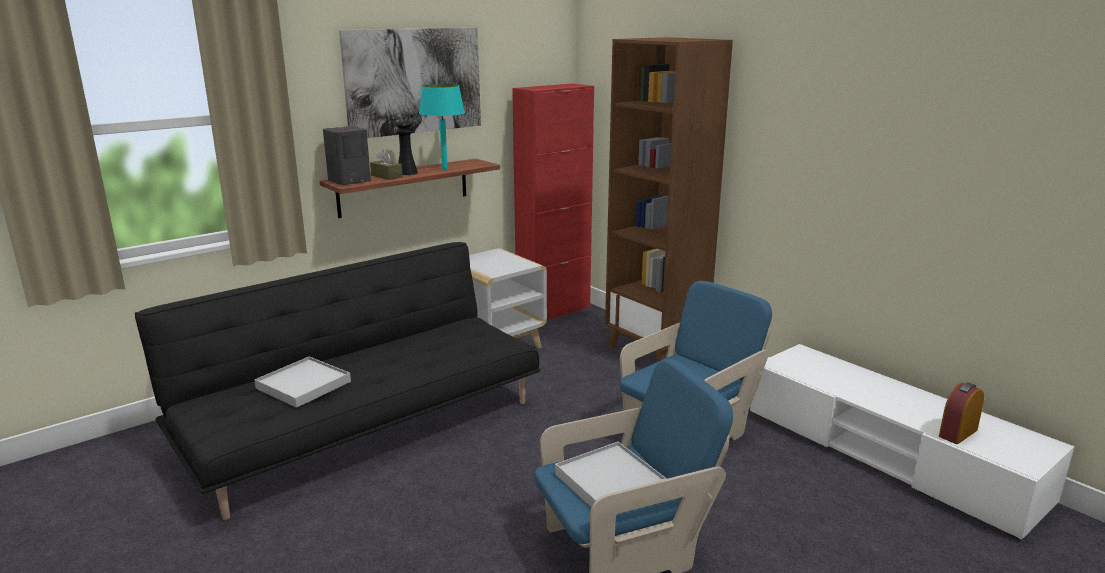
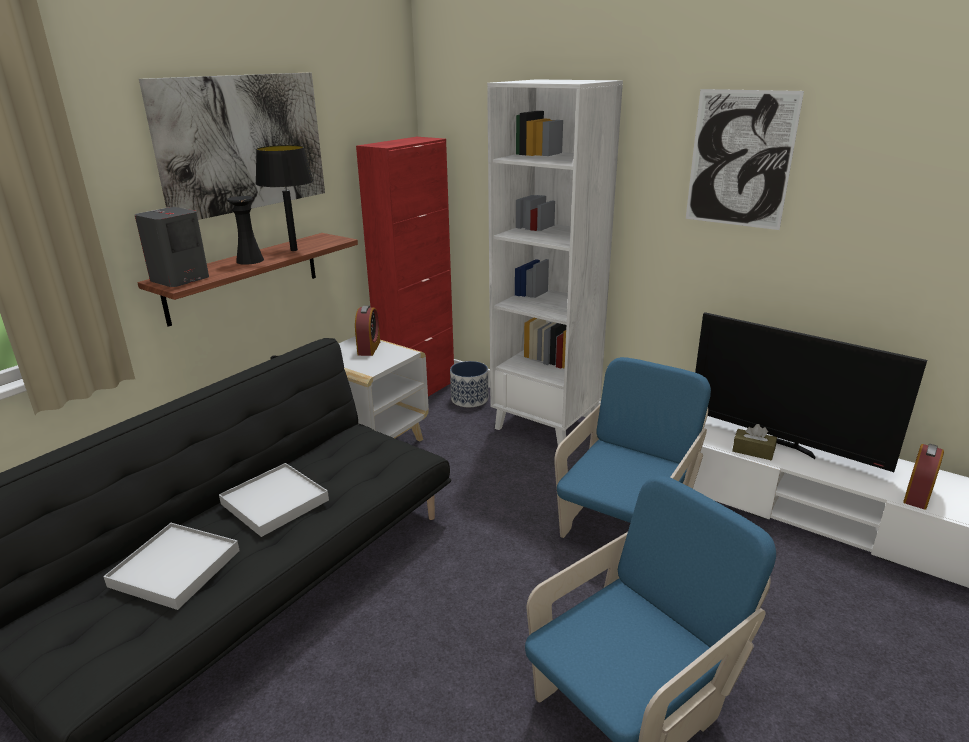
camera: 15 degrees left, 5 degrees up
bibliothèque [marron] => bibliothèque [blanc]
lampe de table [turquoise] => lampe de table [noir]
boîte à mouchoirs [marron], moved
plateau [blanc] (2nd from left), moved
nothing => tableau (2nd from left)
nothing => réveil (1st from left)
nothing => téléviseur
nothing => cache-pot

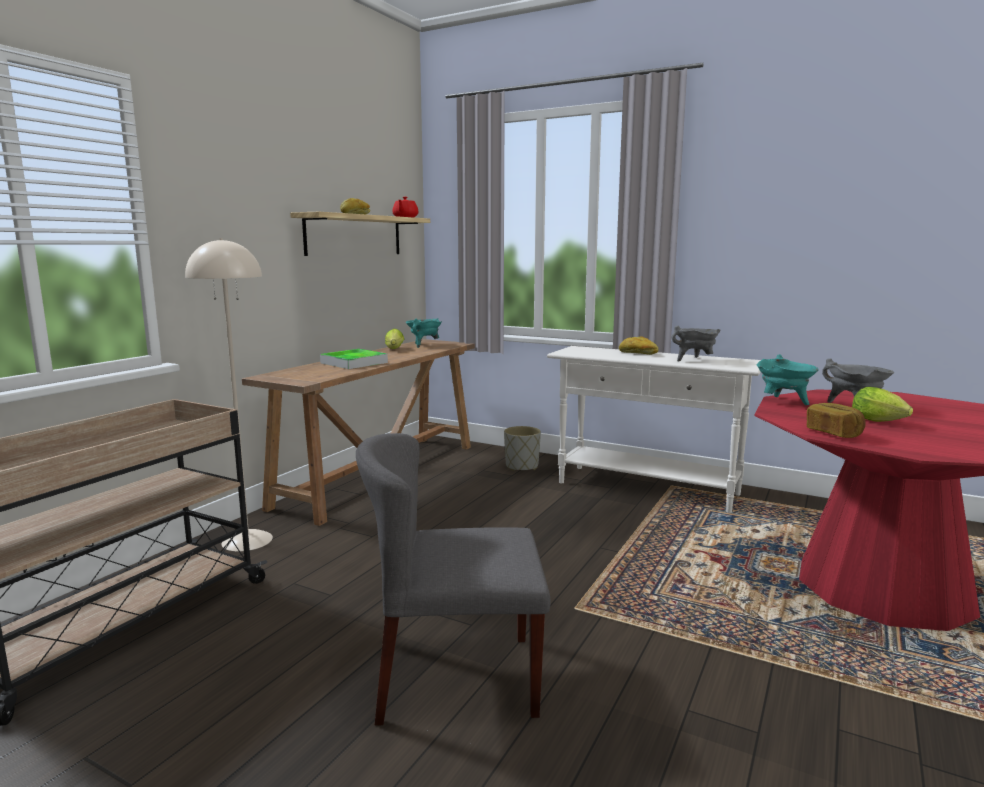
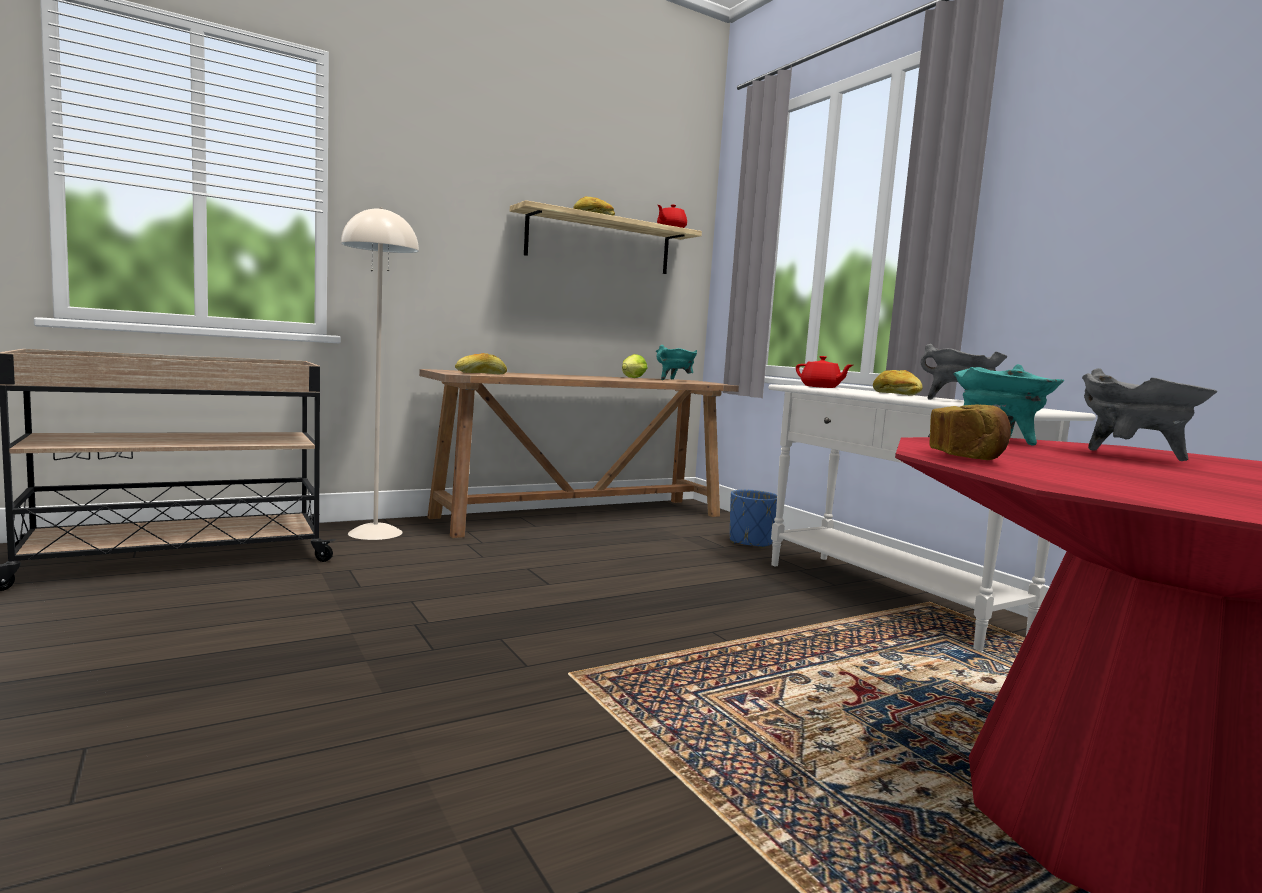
camera: 30 degrees right, 5 degrees down
plateau => nothing
laitue (2nd from left) => nothing
cache-pot [gris] => cache-pot [bleu]
chaise [gris] => nothing
nothing => pain (1st from left)
nothing => théière [rouge] (2nd from left)

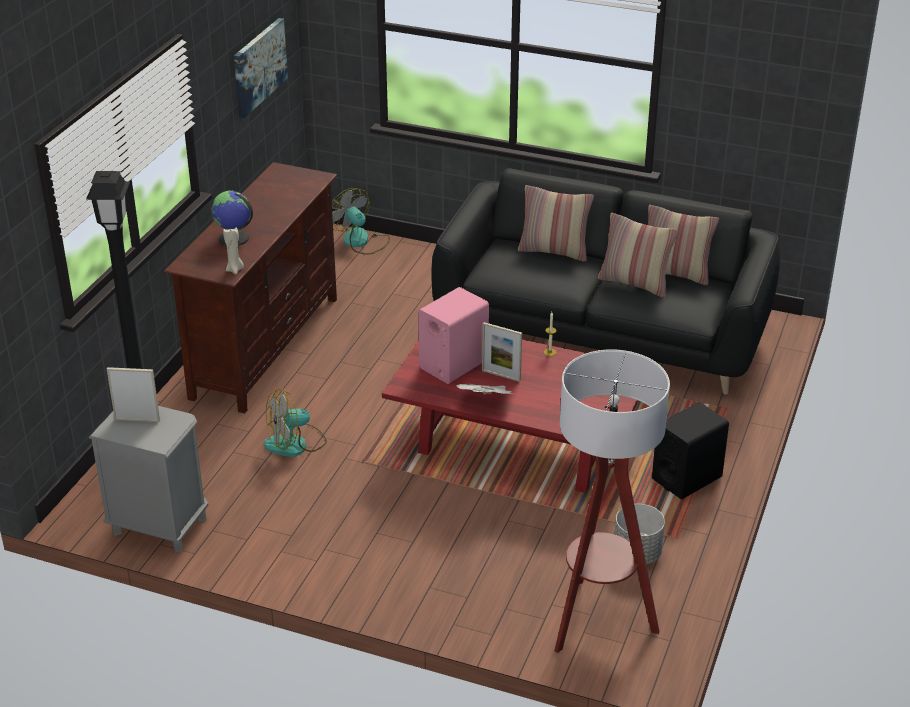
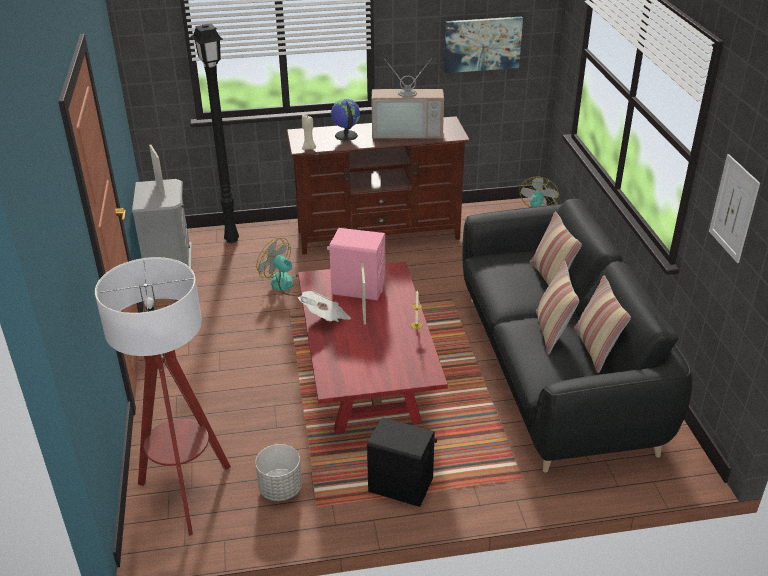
camera: 60 degrees right, 0 degrees up
nothing => téléviseur
nothing => tableau (2nd from left)

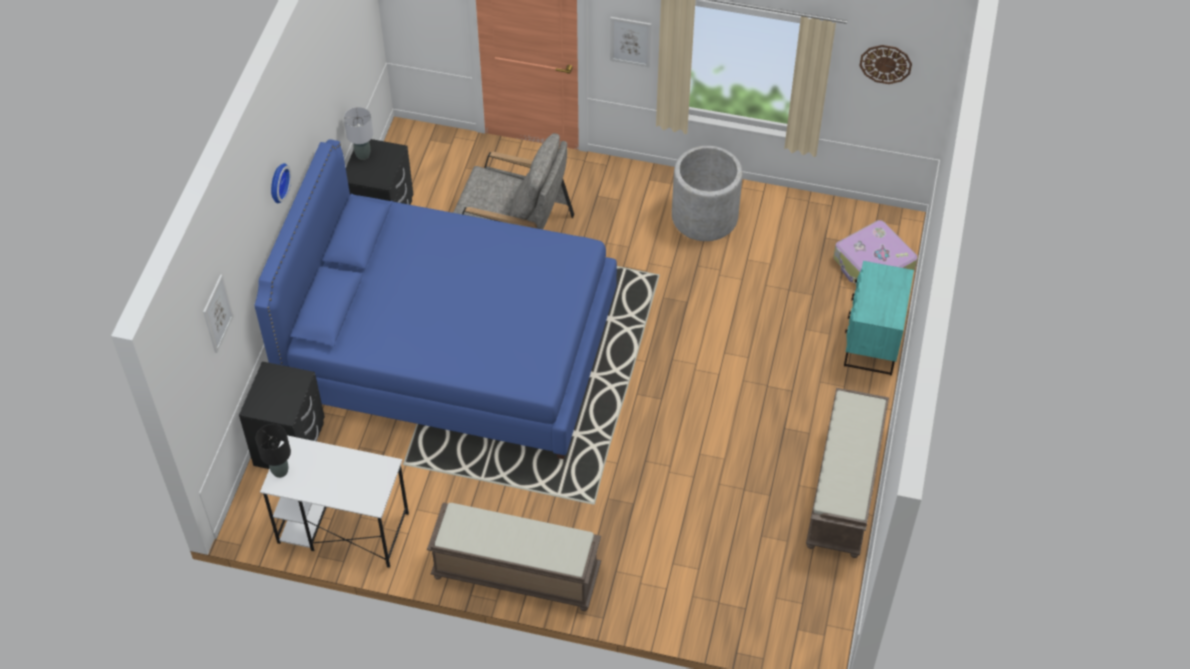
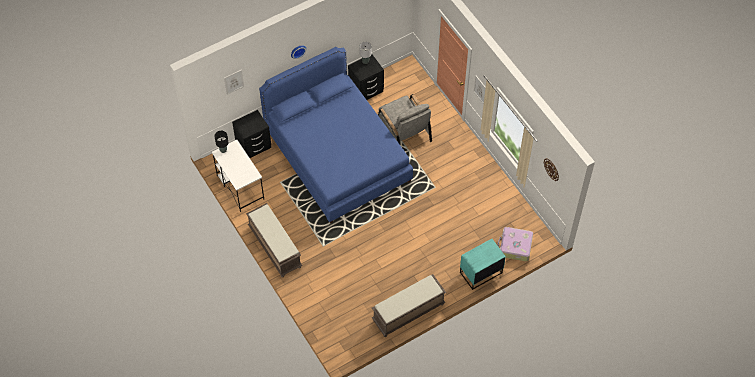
camera: 45 degrees right, 5 degrees up
cache-pot [gris] => nothing

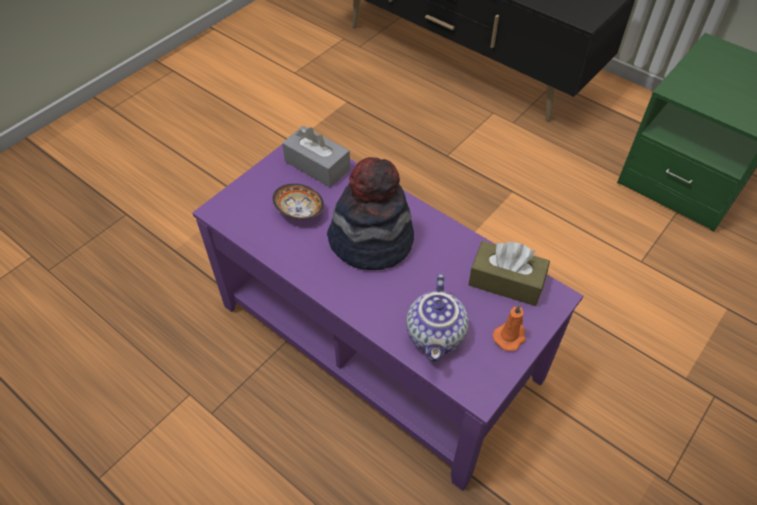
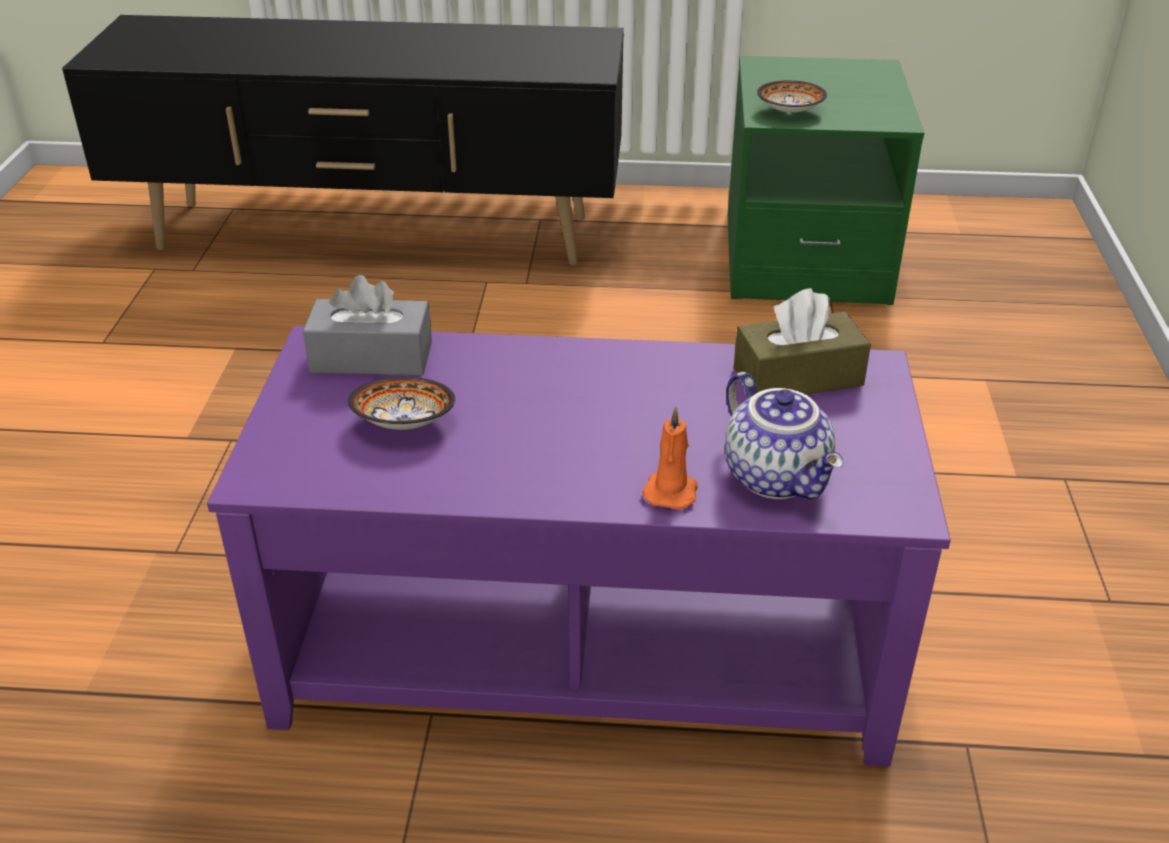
camera: 35 degrees left, 15 degrees down
chapeau => nothing
bougie [orange], moved
nothing => bol (2nd from left)

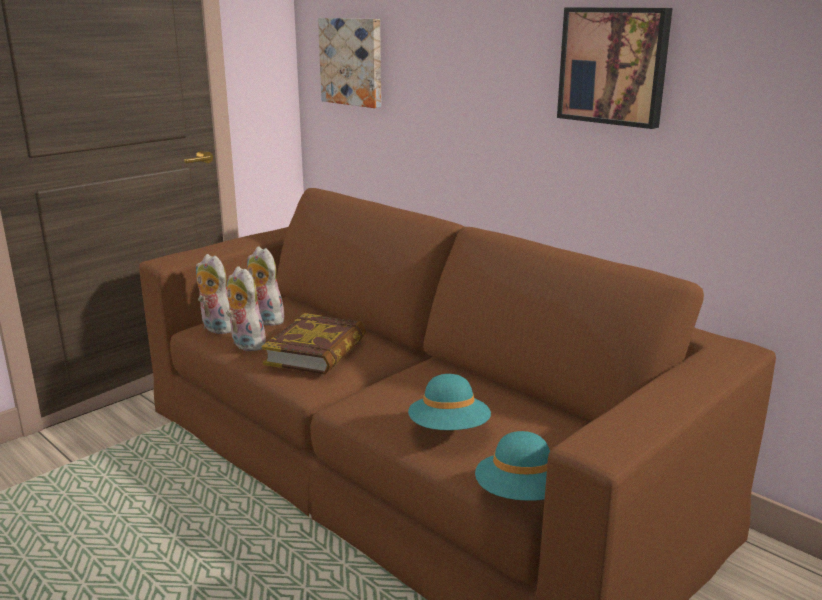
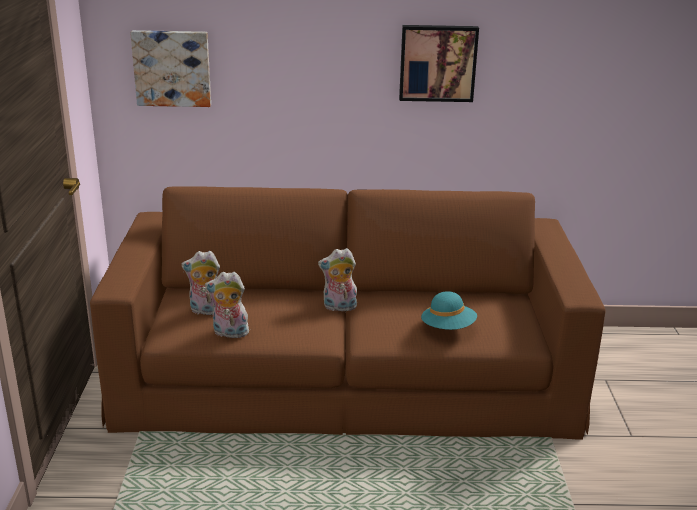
camera: 45 degrees left, 5 degrees up
peluche (1st from left in the first image) => peluche (3rd from left), moved
livre => nothing
chapeau [turquoise] (2nd from left) => nothing

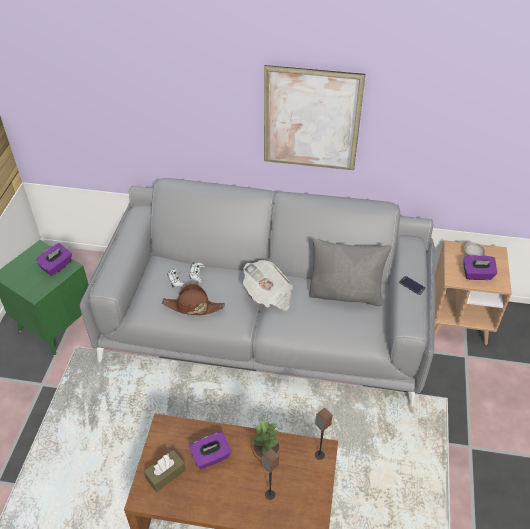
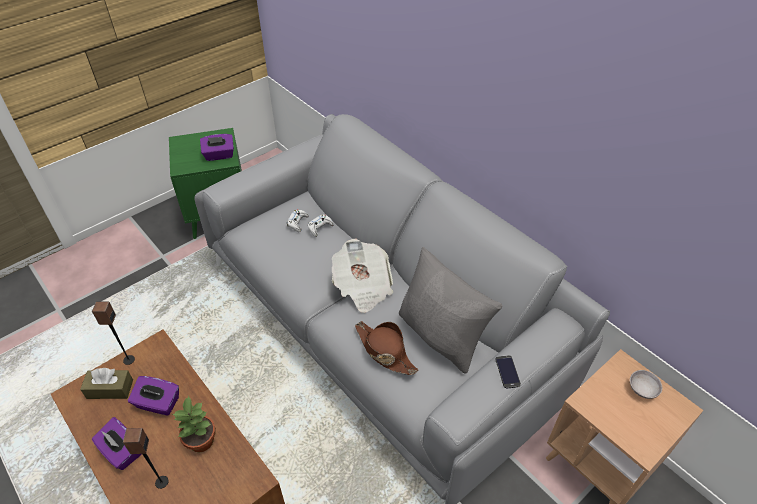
camera: 40 degrees right, 0 degrees up
tableau => nothing
boîte à mouchoirs [violet] (3rd from left in the first image) => boîte à mouchoirs [violet] (1st from left), moved
chapeau [marron], moved
enceinte (2nd from left in the first image) => enceinte (1st from left), moved

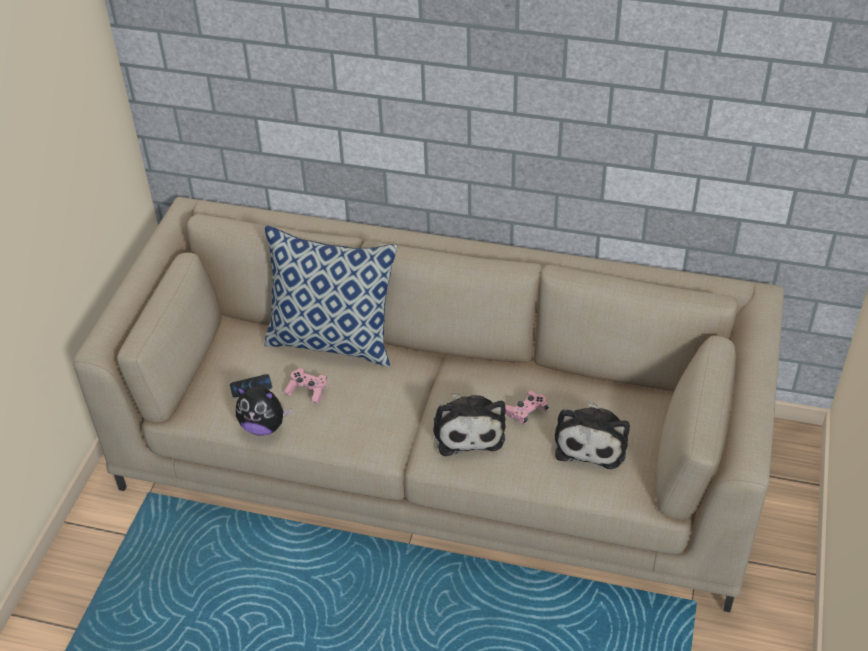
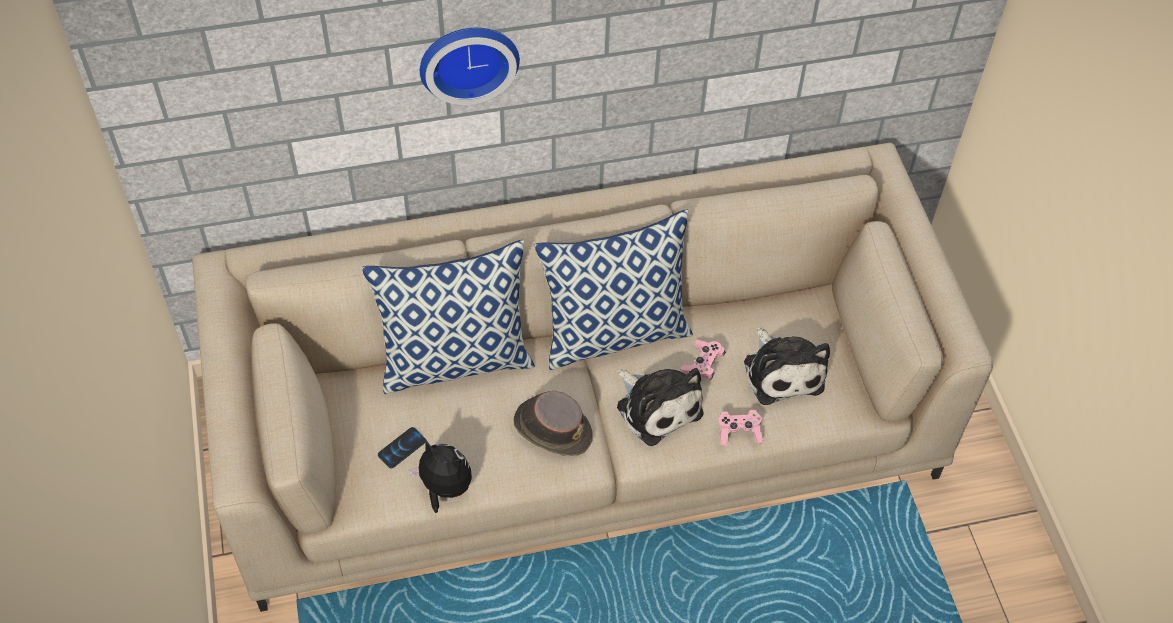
camera: 30 degrees left, 10 degrees up
manette [rose] (1st from left in the first image) => manette [rose] (2nd from left), moved
peluche (1st from left), 135 degrees counterclockwise
nothing => horloge murale
nothing => coussin (2nd from left)
nothing => chapeau [marron]

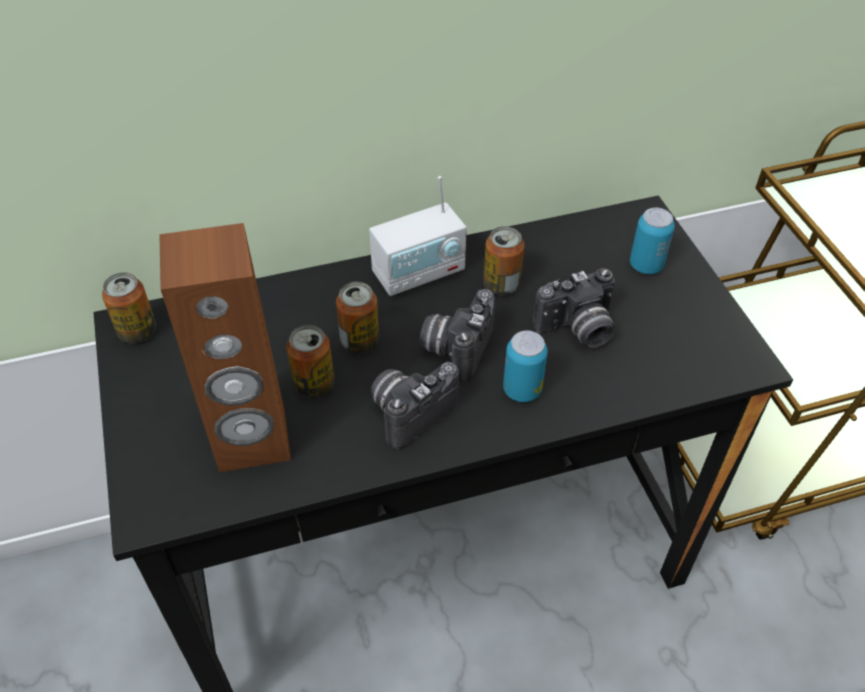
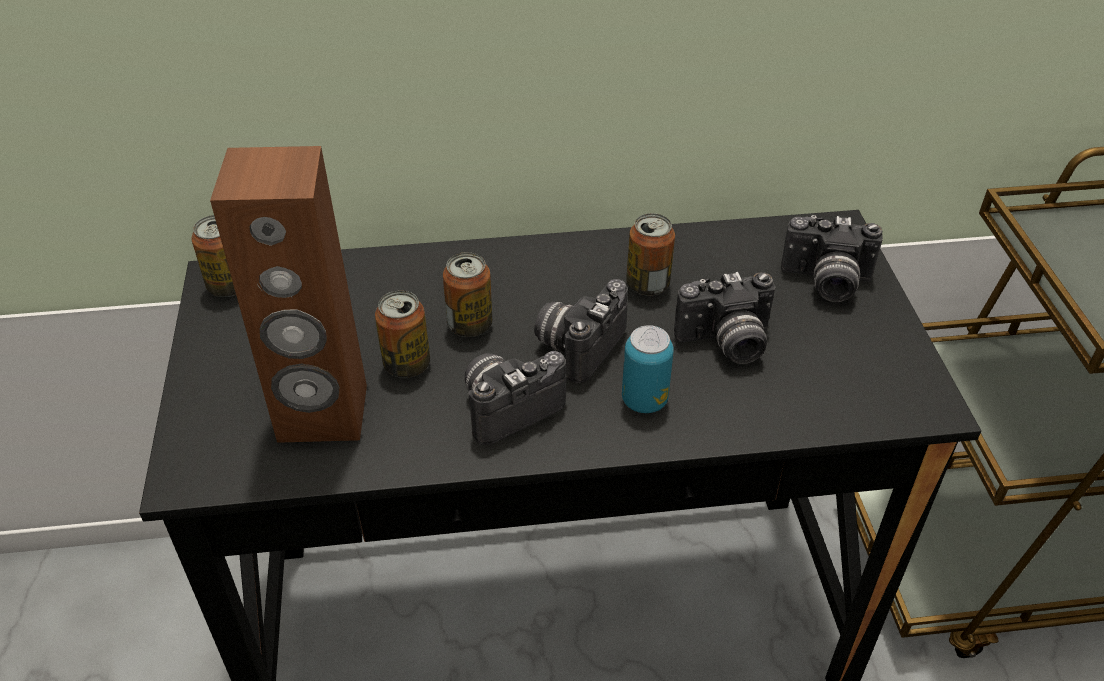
camera: 10 degrees right, 5 degrees down
radio => nothing
boîte métallique (6th from left) => appareil photo (4th from left)

